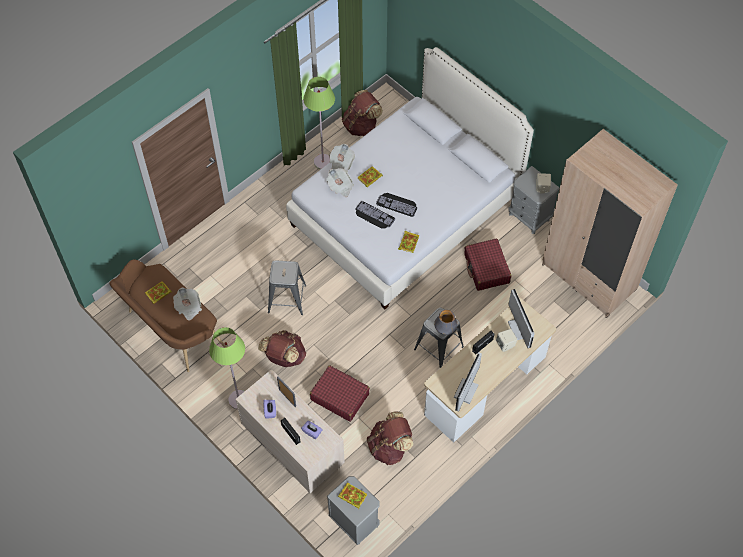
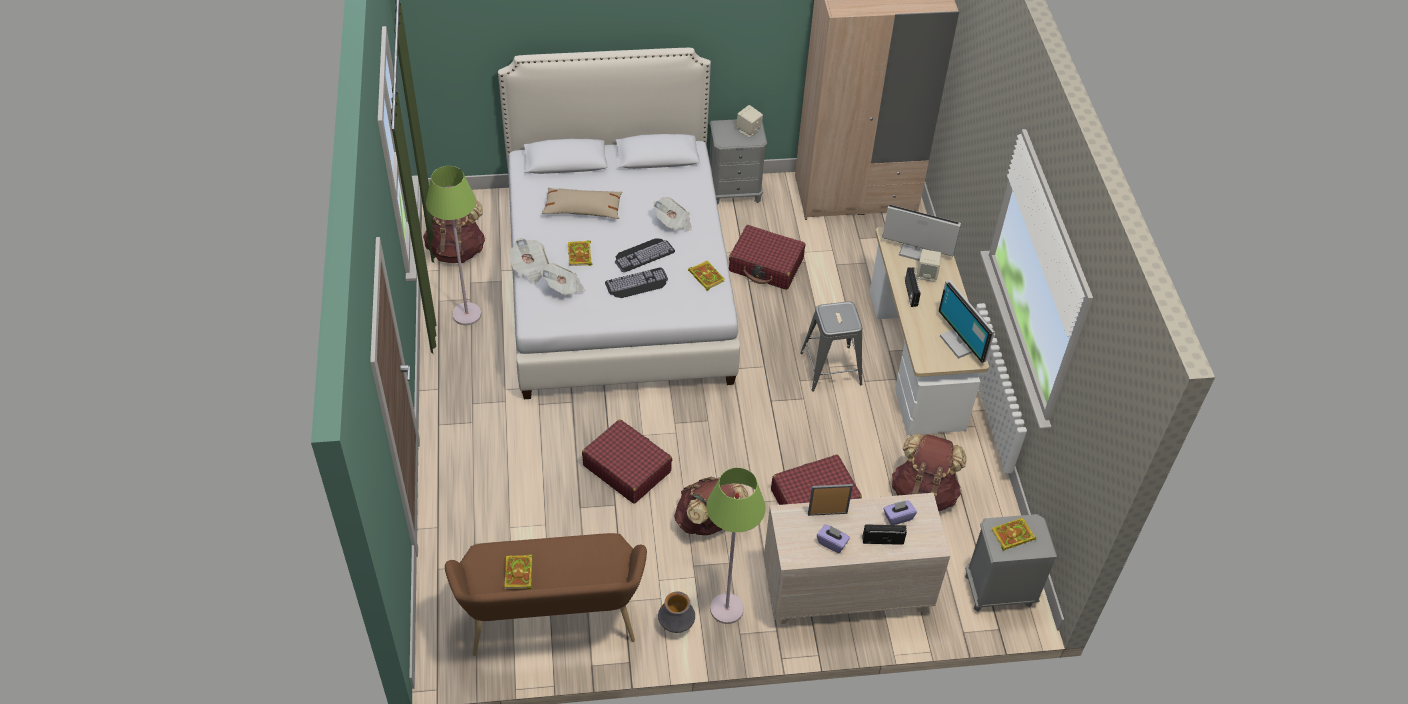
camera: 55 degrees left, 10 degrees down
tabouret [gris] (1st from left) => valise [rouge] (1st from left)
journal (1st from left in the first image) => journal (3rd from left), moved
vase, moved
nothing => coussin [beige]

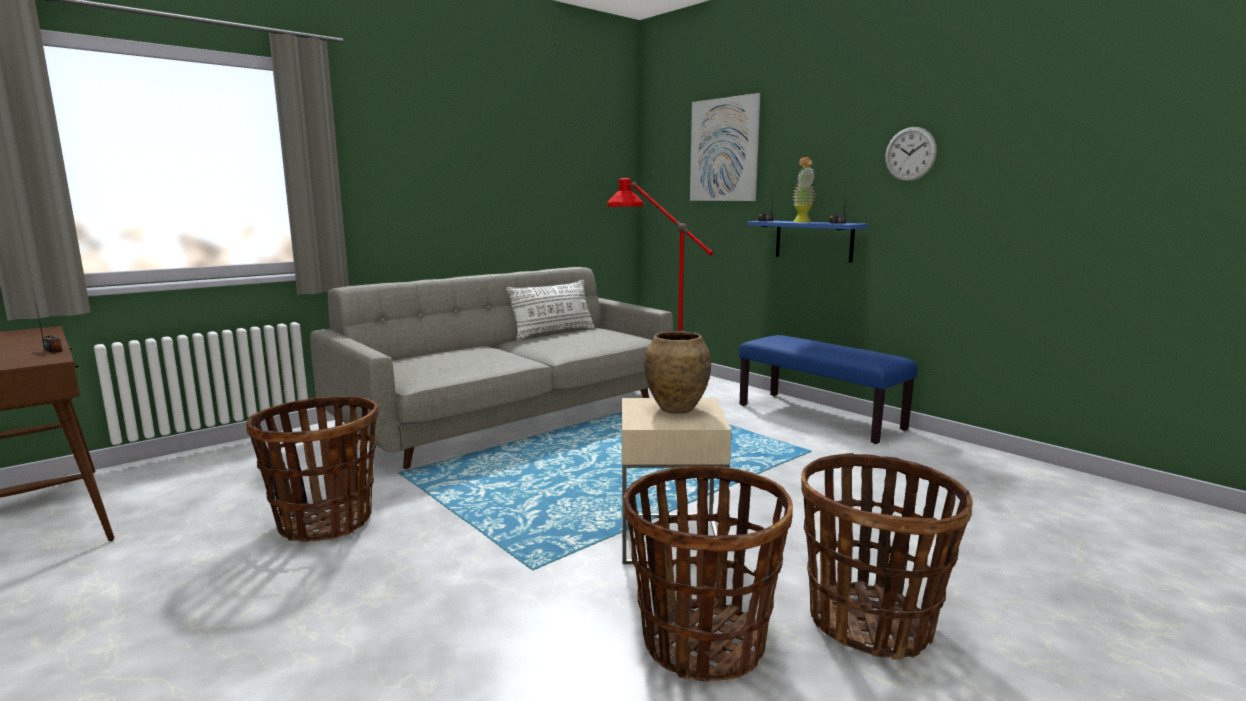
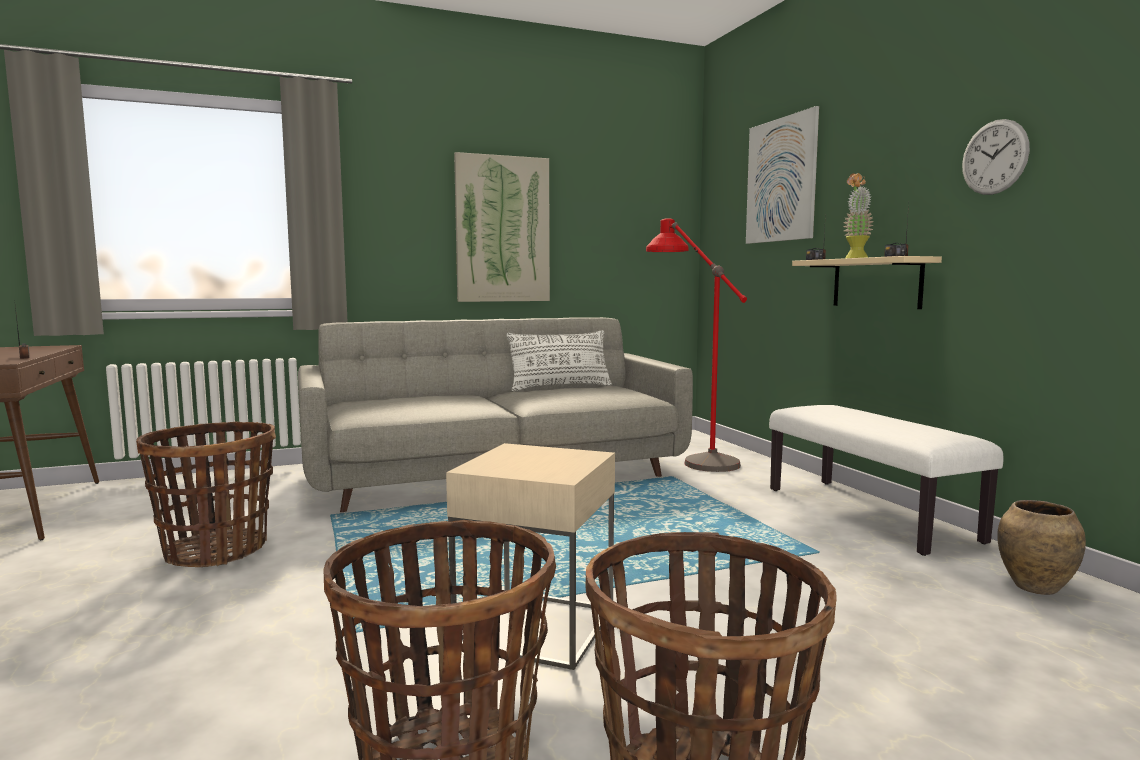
camera: 20 degrees right, 5 degrees down
étagère [bleu] => étagère [beige]
vase [marron], moved
banc [bleu] => banc [blanc]
nothing => tableau (1st from left)

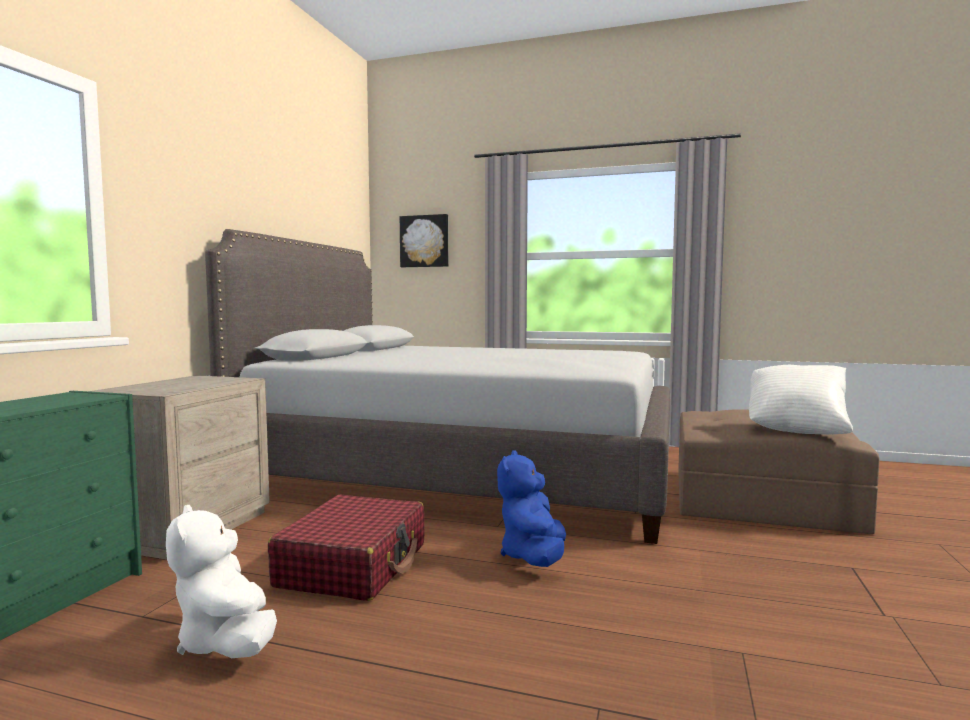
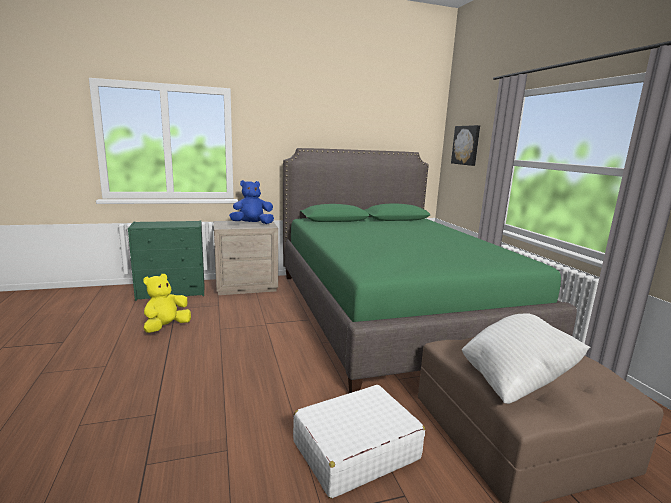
camera: 55 degrees right, 10 degrees up
lit [gris] => lit [vert]
peluche [bleu], moved
valise [rouge] => nothing
peluche [blanc] => peluche [jaune]
nothing => valise [blanc]

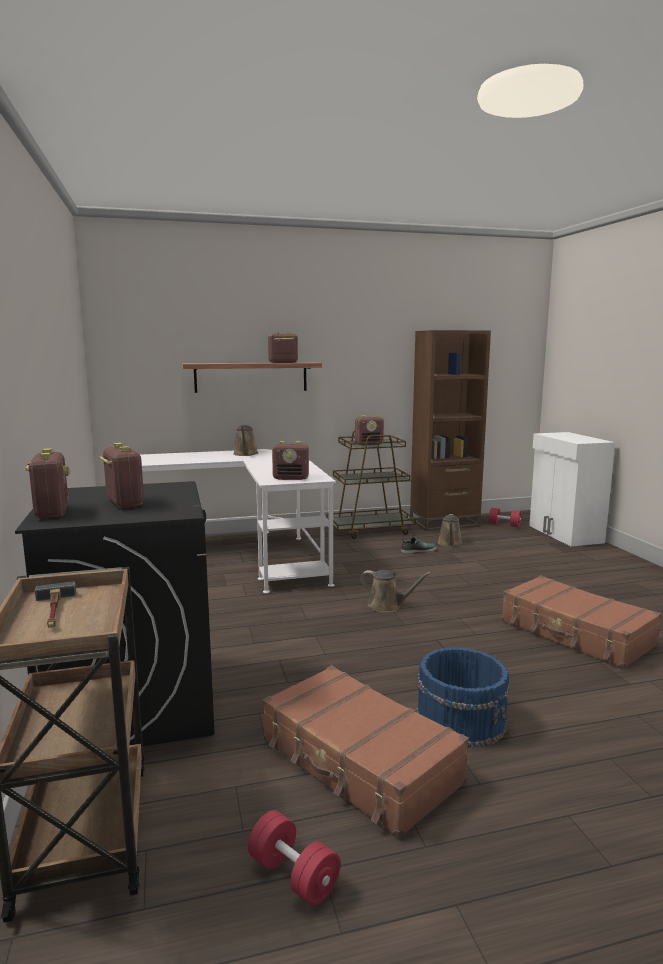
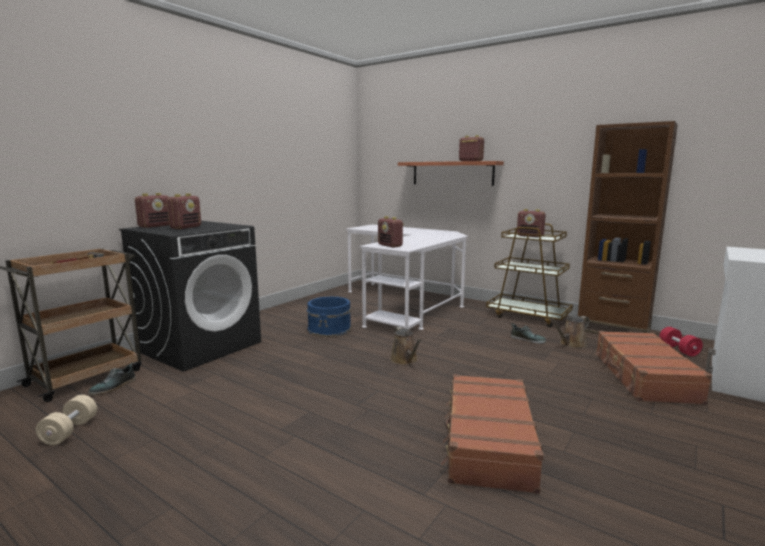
camera: 50 degrees right, 0 degrees up
arrosoir [marron] (1st from left) => nothing
seau [bleu], moved
valise [marron] (1st from left in the first image) => valise [marron] (2nd from left), moved
haltère [rouge] (1st from left) => haltère [beige]
nothing => chaussure (1st from left)

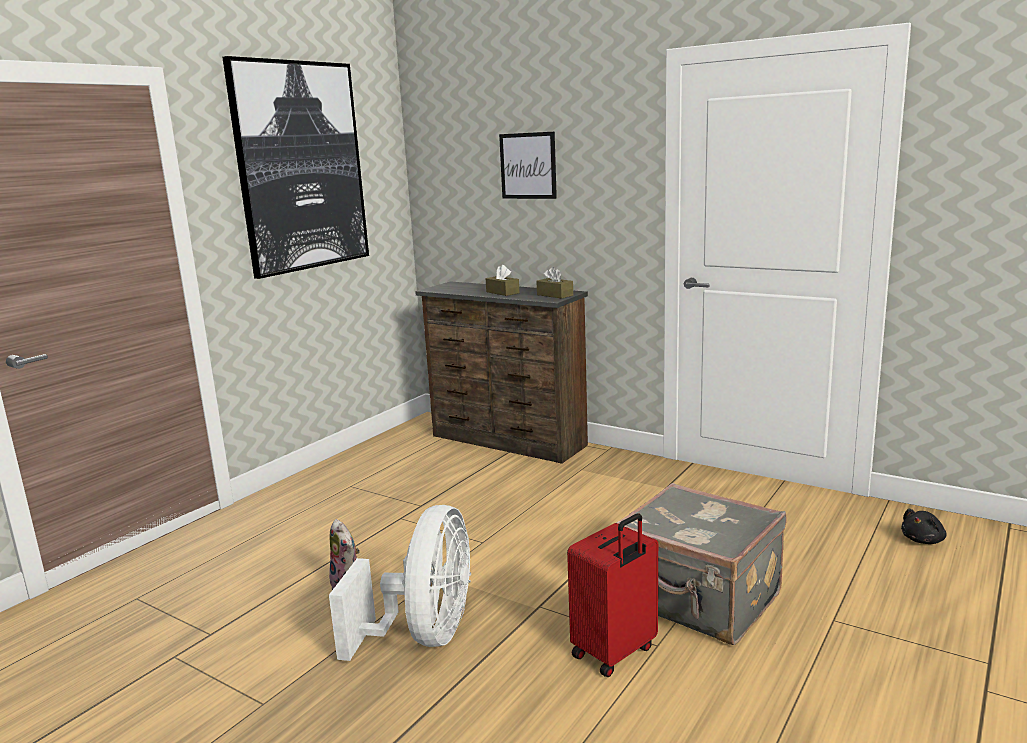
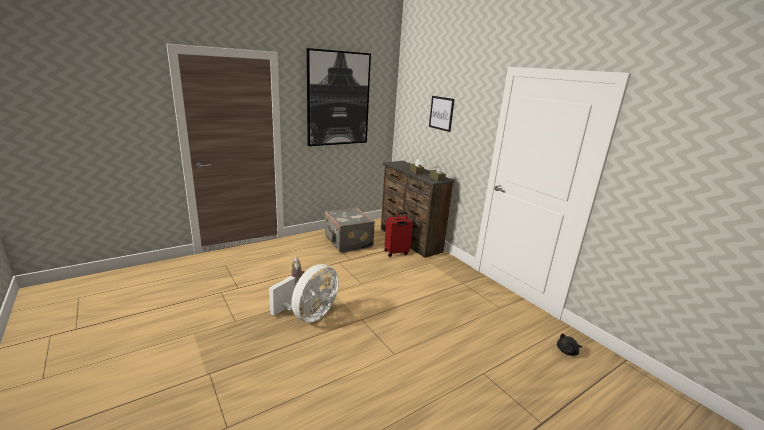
camera: 20 degrees right, 5 degrees up
valise [gris], moved
valise [rouge], moved

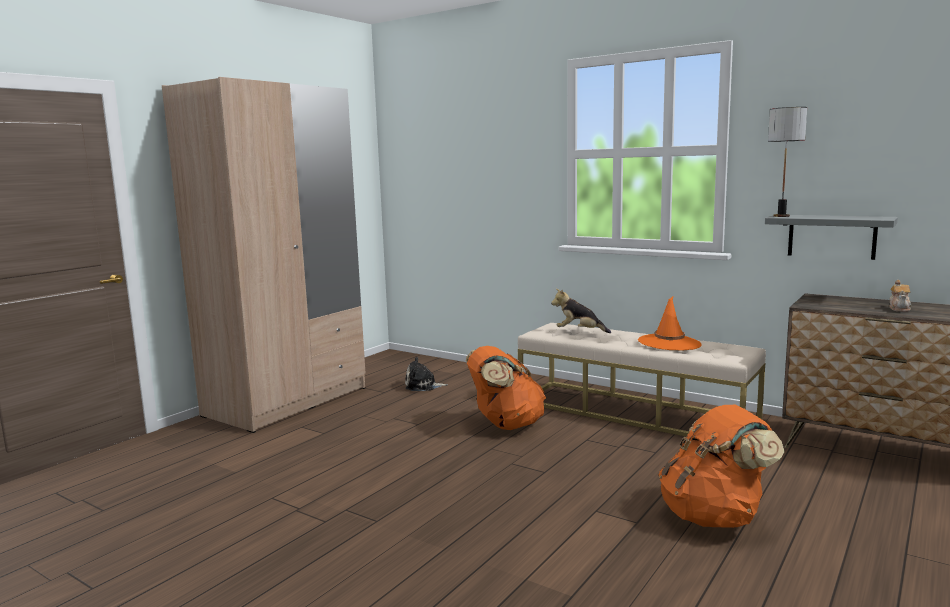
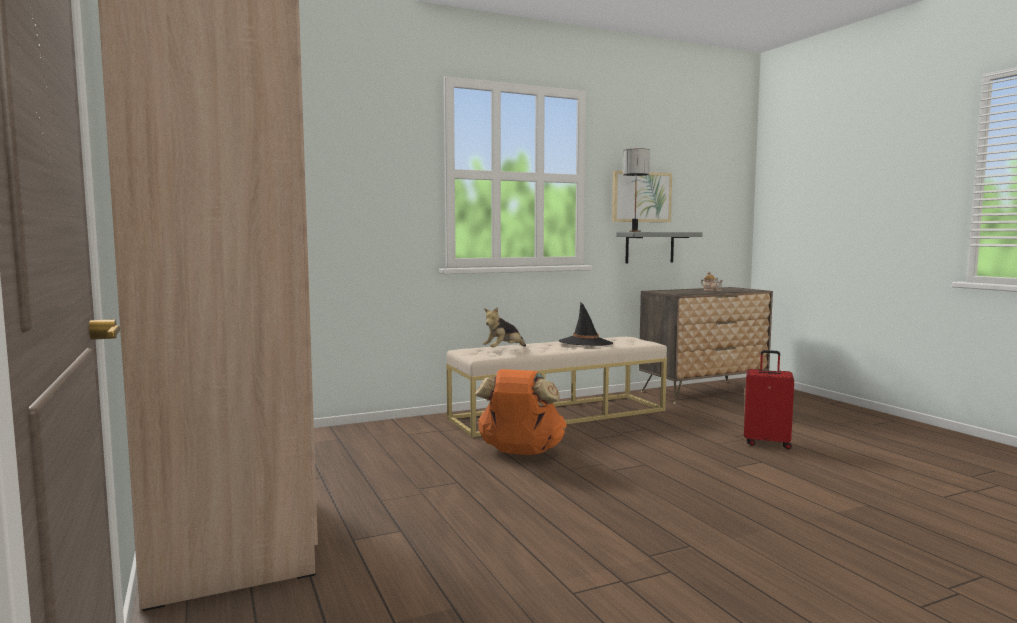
camera: 60 degrees left, 5 degrees down
chapeau [orange] => chapeau [noir]
peluche (1st from left) => nothing
sac à dos [orange] (2nd from left) => valise [rouge]
nothing => tableau

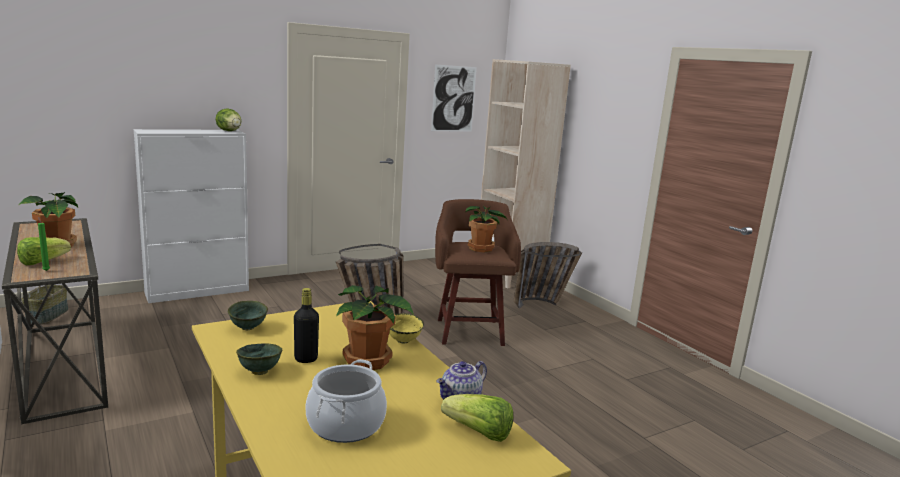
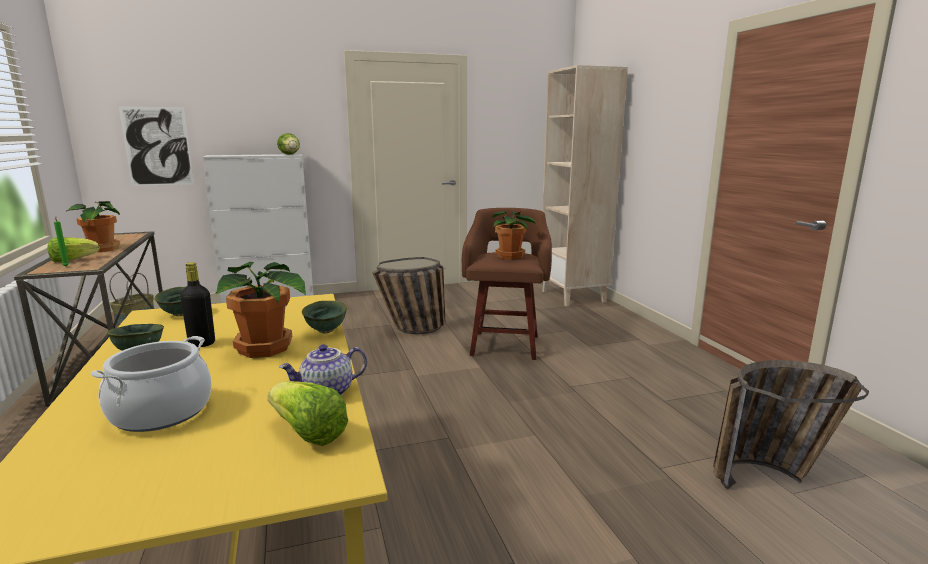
camera: 15 degrees right, 0 degrees up
tableau, moved
panier (3rd from left), moved
bol [jaune] => bol [vert] (3rd from left)

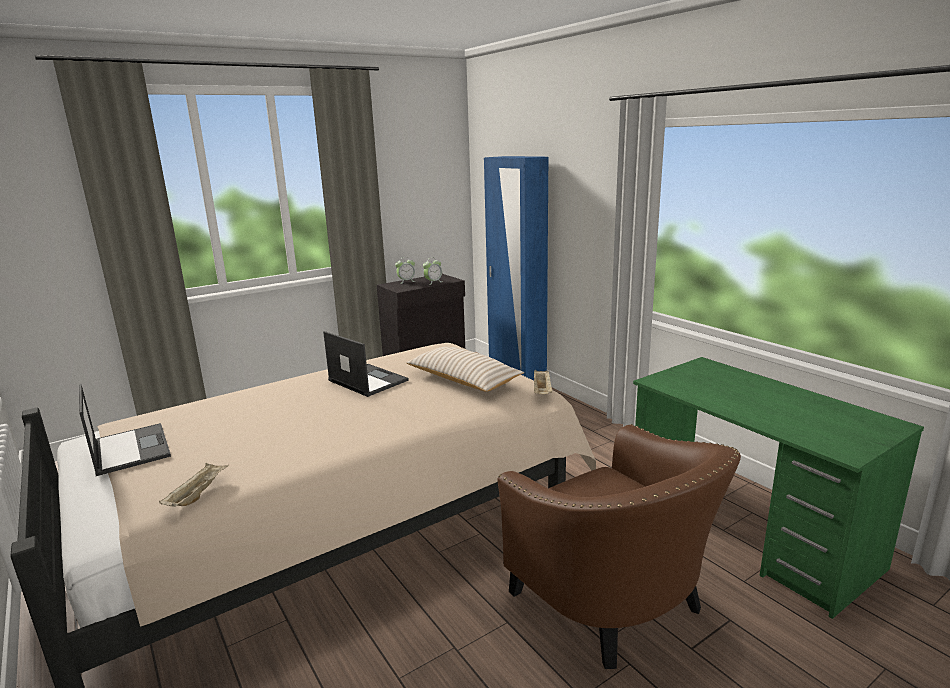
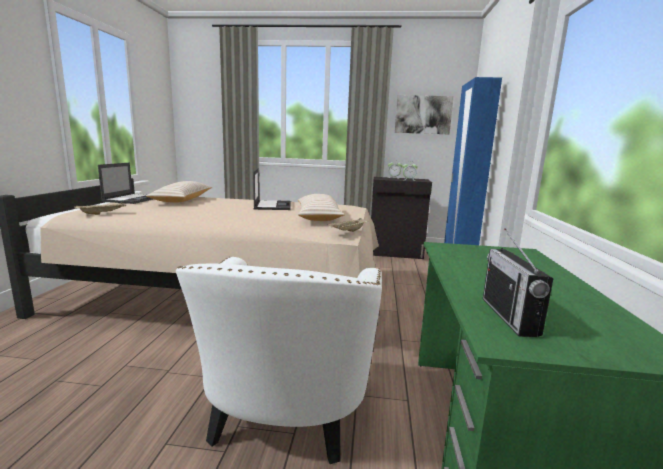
camera: 40 degrees right, 5 degrees down
fauteuil [marron] => fauteuil [blanc]
nothing => tableau
nothing => coussin [beige] (1st from left)
nothing => radio

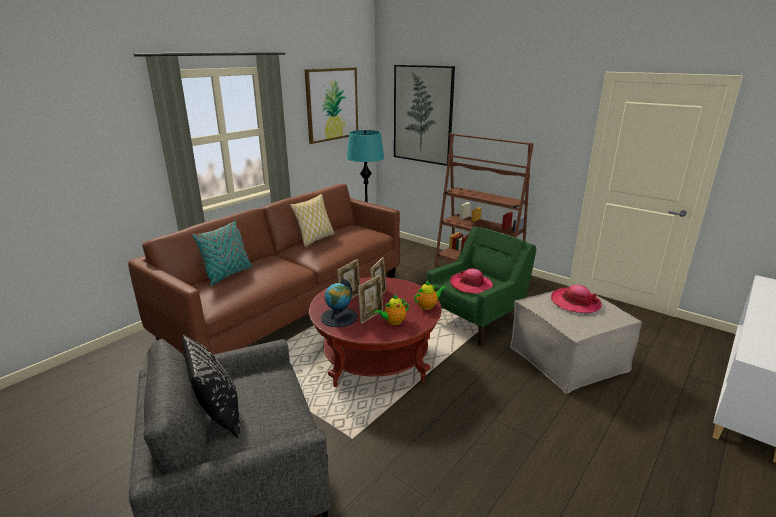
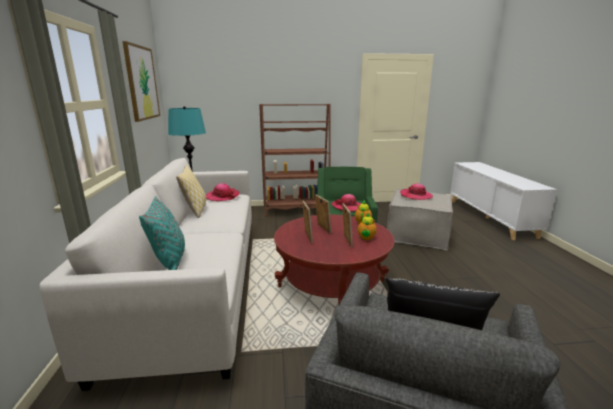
camera: 45 degrees left, 5 degrees down
tableau (2nd from left) => nothing
canapé [marron] => canapé [blanc]
globe => nothing
nothing => chapeau (1st from left)

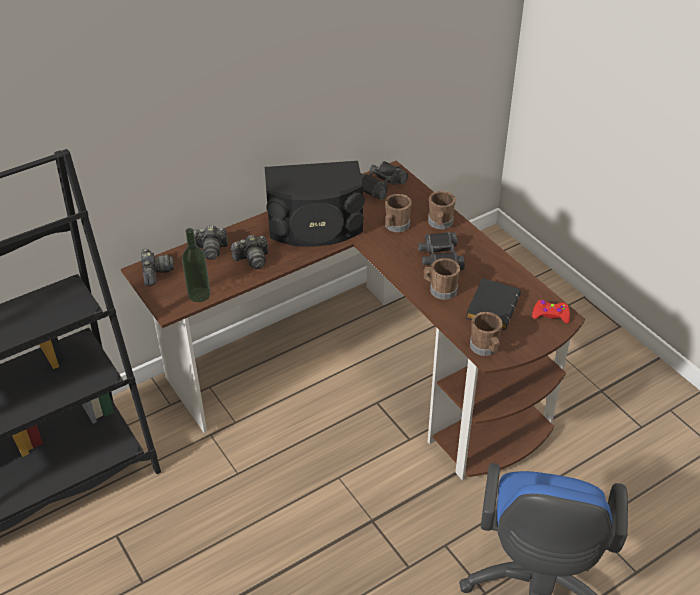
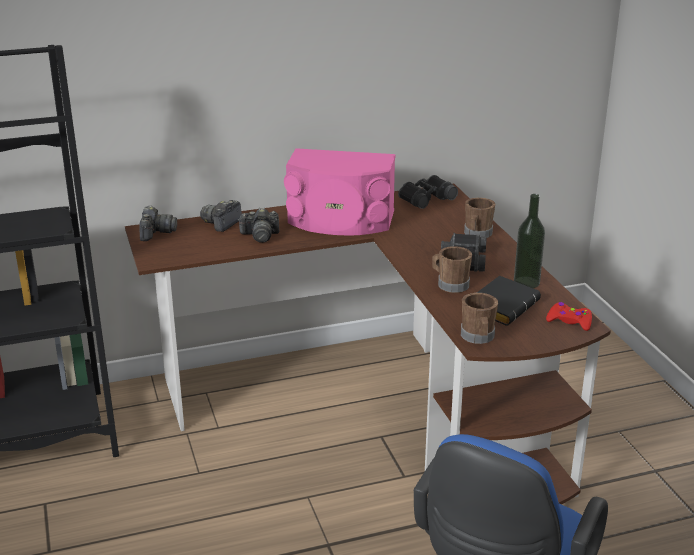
camera: 15 degrees right, 15 degrees down
enceinte [noir] => enceinte [rose]
mug [marron] (1st from left) => nothing
appareil photo (2nd from left), 105 degrees clockwise
bouteille, moved

